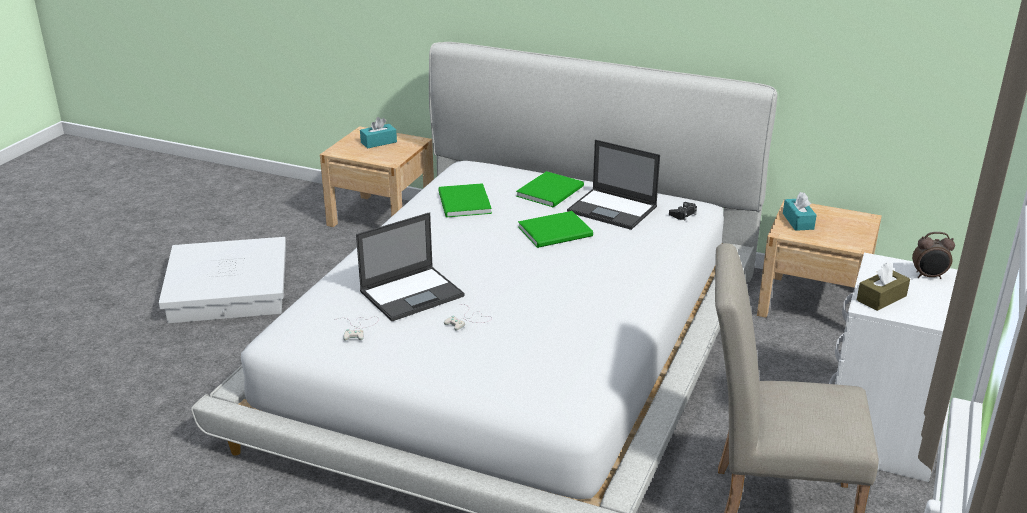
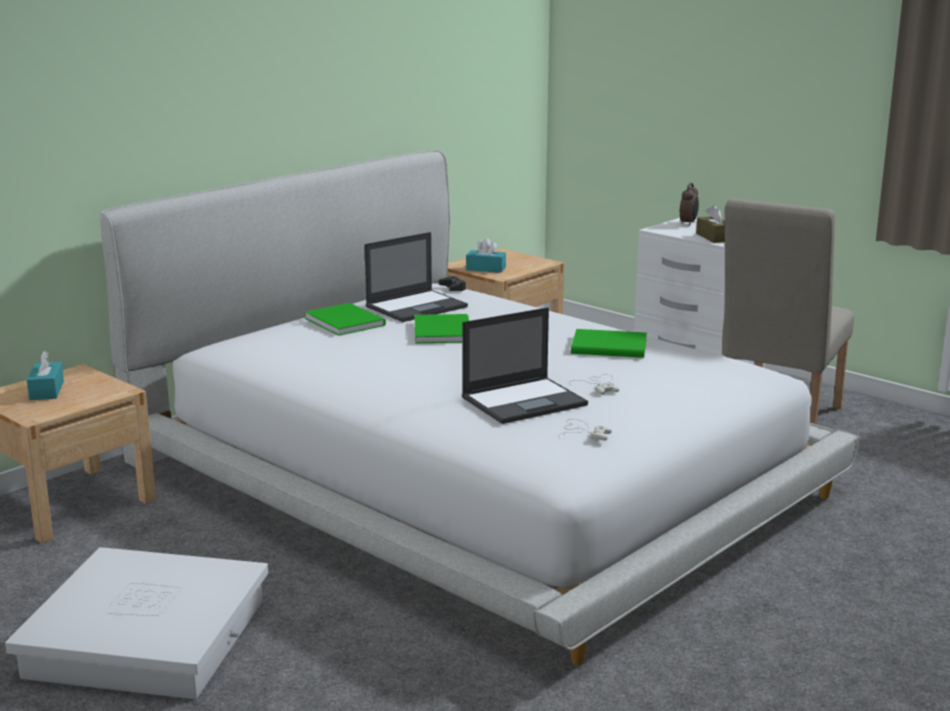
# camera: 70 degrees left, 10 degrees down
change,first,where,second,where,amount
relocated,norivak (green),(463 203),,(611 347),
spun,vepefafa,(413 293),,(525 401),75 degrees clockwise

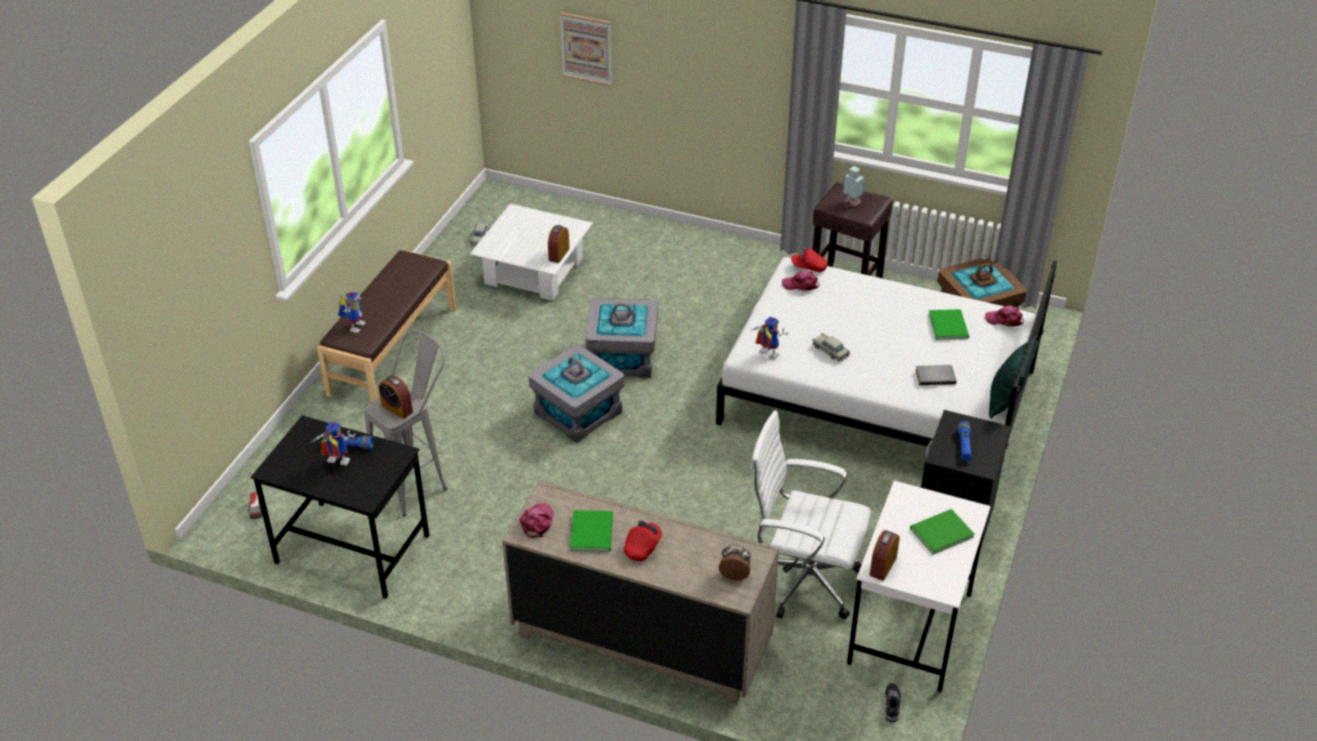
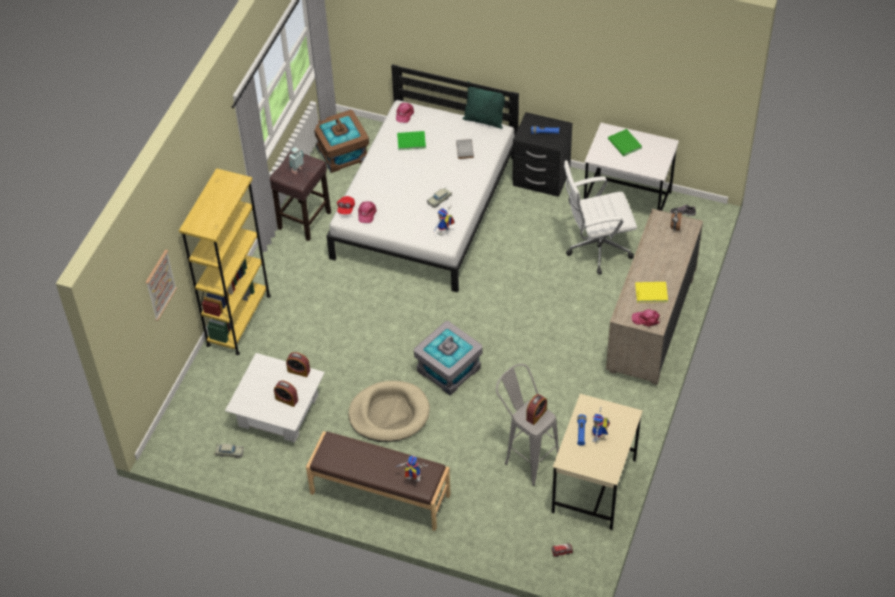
# camera: 90 degrees left, 10 degrees up
change,first,where,second,where,amount
missing,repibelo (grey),(622 357),,,
missing,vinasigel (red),(643 547),,,
appeared,,,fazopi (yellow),(238 320),
appeared,,,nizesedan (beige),(389 414),
relocated,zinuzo,(883 566),,(286 399),
colour,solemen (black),(351 550),solemen (beige),(594 486),
colour,norivak (green),(593 531),norivak (yellow),(650 292),
spun,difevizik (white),(802 581),,(596 249),60 degrees clockwise

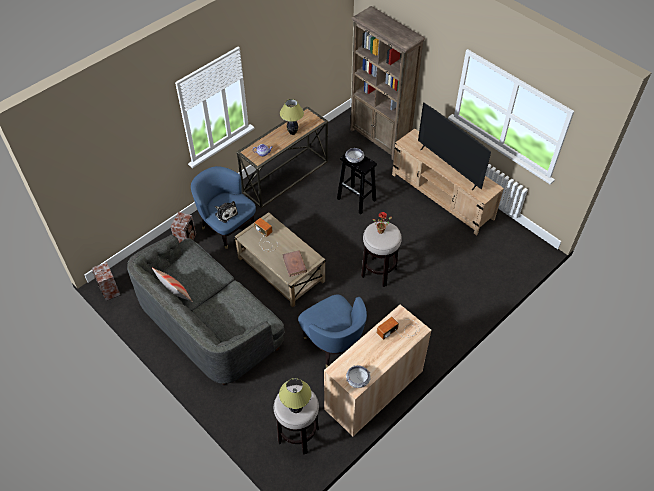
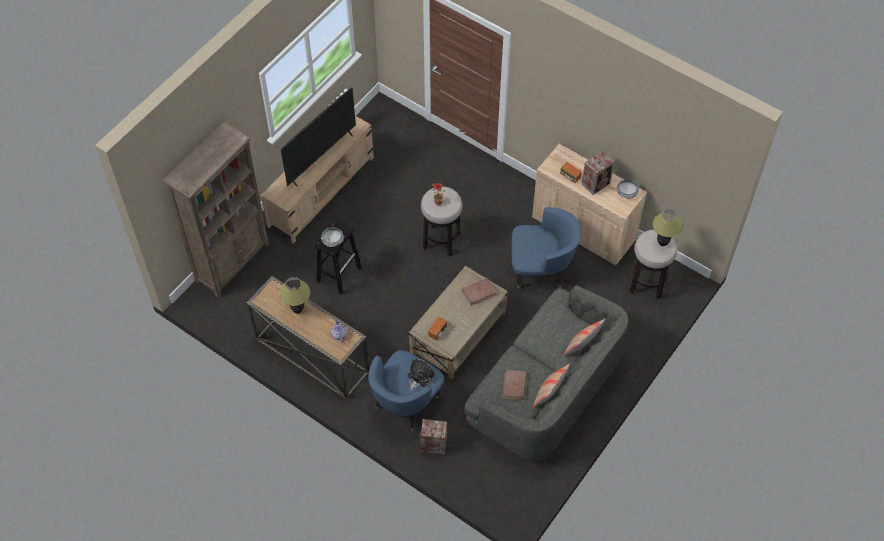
# camera: 100 degrees left, 5 degrees up
change,first,where,second,where,amount
appeared,,,norivak (brown),(514 385),
appeared,,,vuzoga,(581 346),
relocated,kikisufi,(109 291),,(596 183),
spun,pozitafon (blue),(333 343),,(540 269),45 degrees clockwise

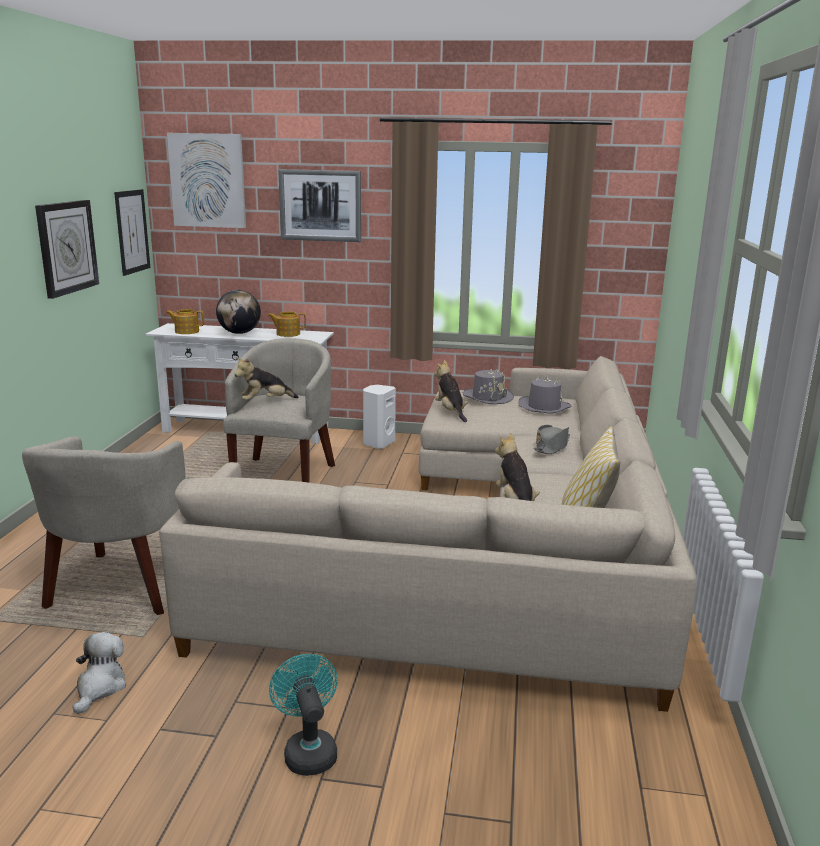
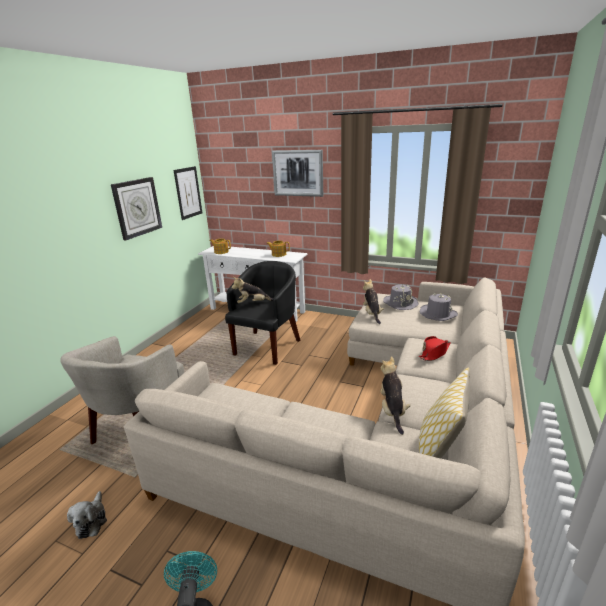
# camera: 15 degrees right, 5 degrees up
change,first,where,second,where,amount
missing,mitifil,(208 180),,,
missing,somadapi,(239 333),,,
missing,kikisufi (white),(377 443),,,
colour,pozitafon (beige),(284 474),pozitafon (black),(267 346),
colour,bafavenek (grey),(552 447),bafavenek (red),(434 353),
spun,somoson,(100 687),,(91 520),150 degrees clockwise

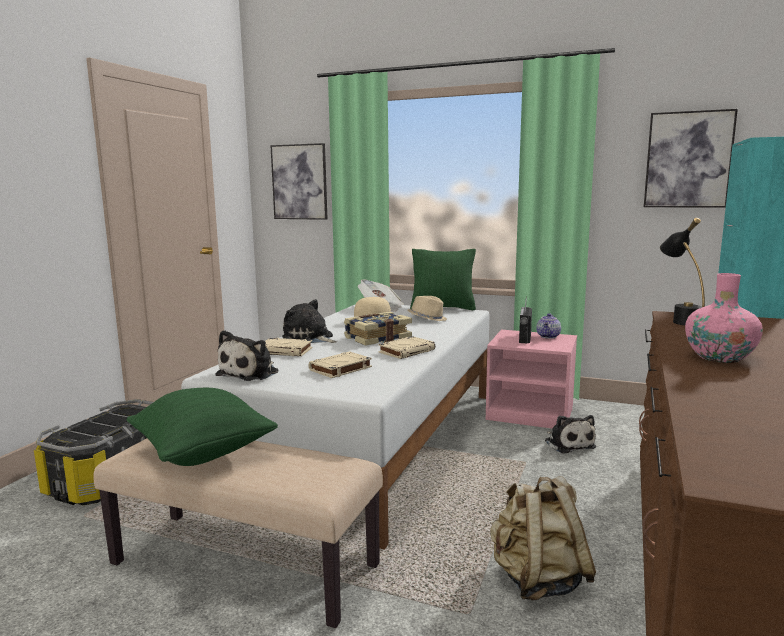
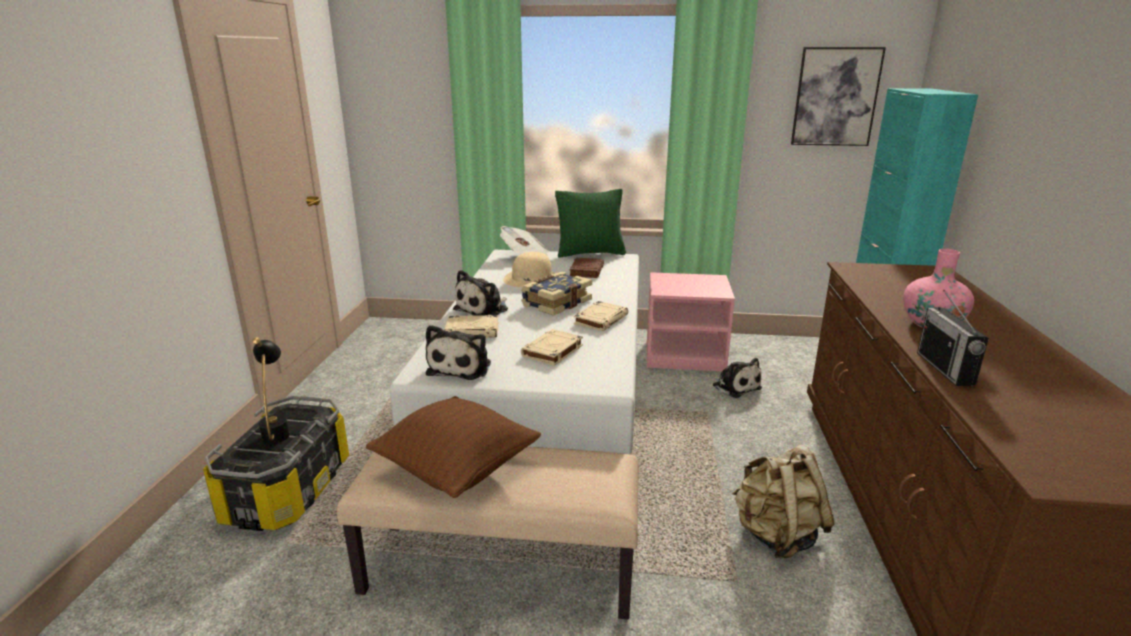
# camera: 15 degrees left, 10 degrees up
change,first,where,second,where,amount
missing,mitifil,(299 182),,,
missing,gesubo,(548 336),,,
relocated,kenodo,(525 338),,(944 368),
relocated,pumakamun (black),(680 320),,(277 430),
exchanged,bafavenek (beige),(427 319),norivak (brown),(586 271),
colour,vuzoga (green),(203 453),vuzoga (brown),(457 470),
spun,somoson,(309 338),,(483 309),75 degrees counterclockwise

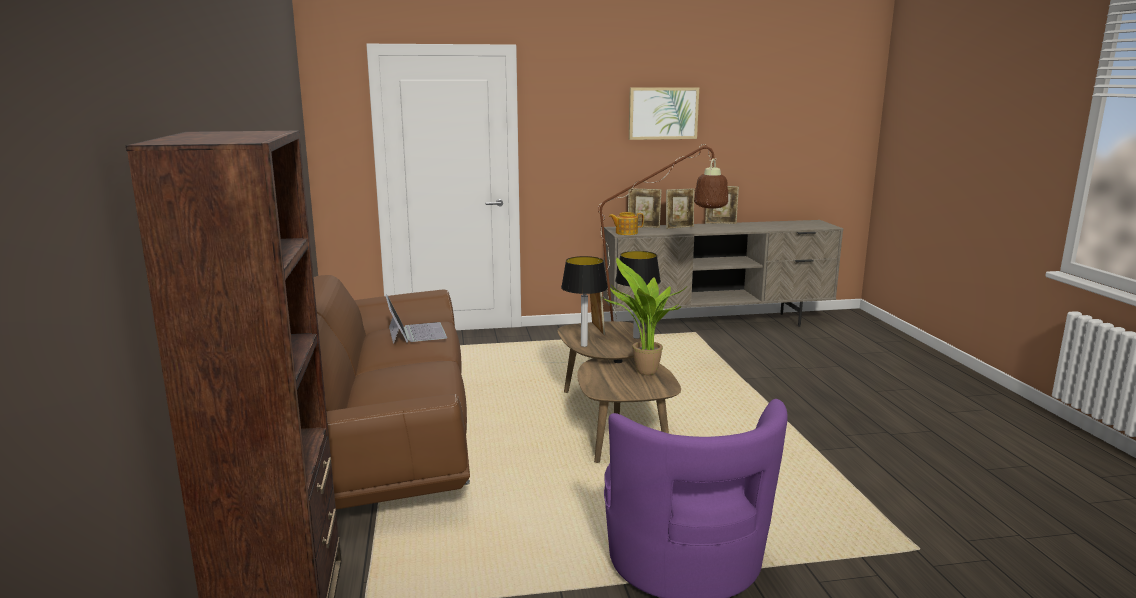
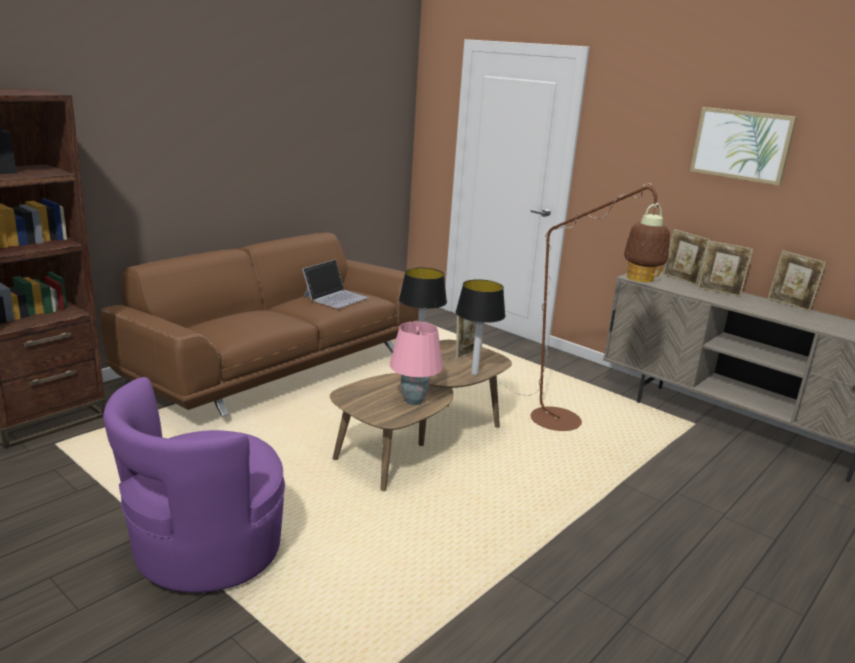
# camera: 50 degrees right, 5 degrees up
change,first,where,second,where,amount
exchanged,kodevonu,(643 373),pumakamun (pink),(413 401),

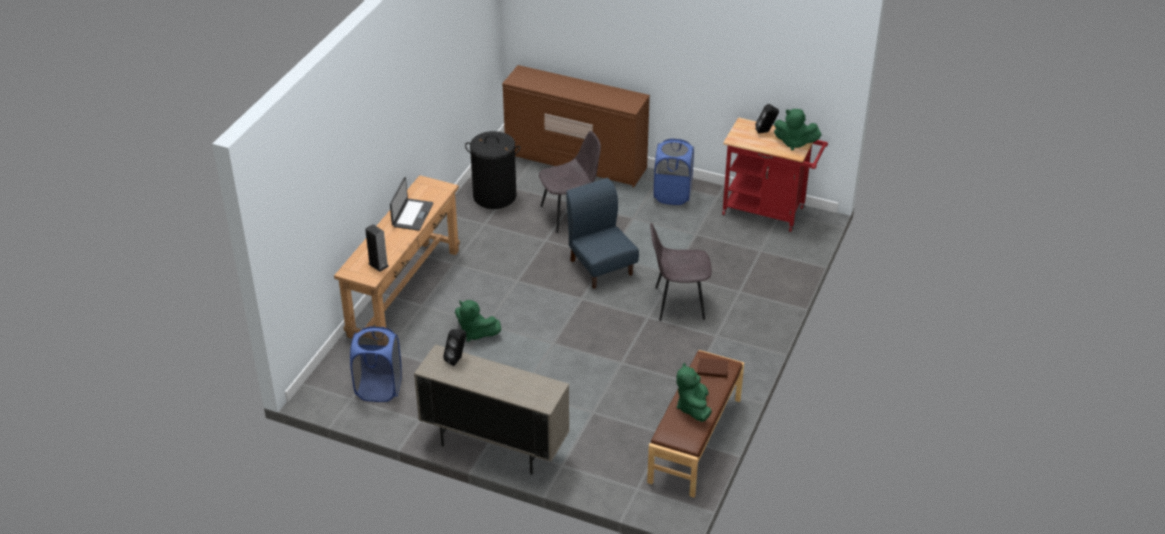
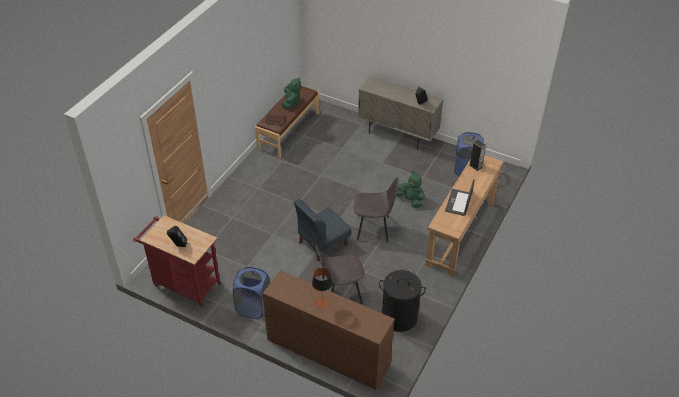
# camera: 175 degrees left, 5 degrees up
change,first,where,second,where,amount
missing,somoson (green),(794 143),,,
appeared,,,pumakamun,(322 303),
relocated,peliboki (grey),(677 303),,(374 228),
spun,peliboki (blue),(601 267),,(322 243),75 degrees clockwise

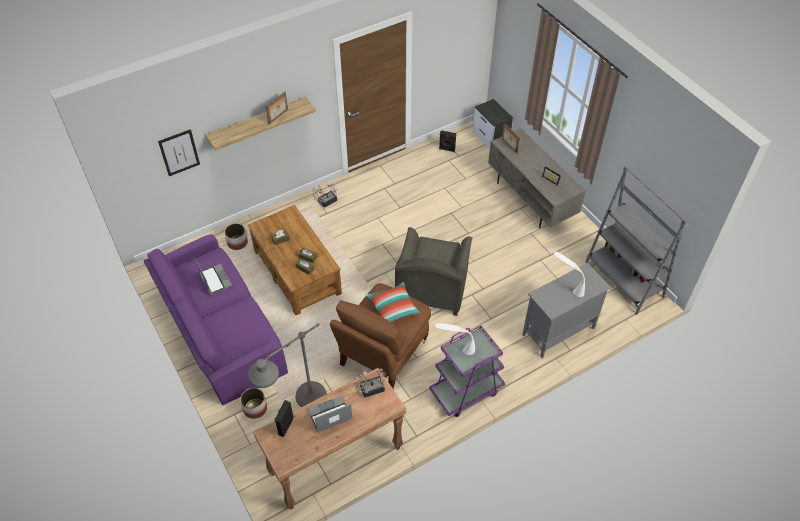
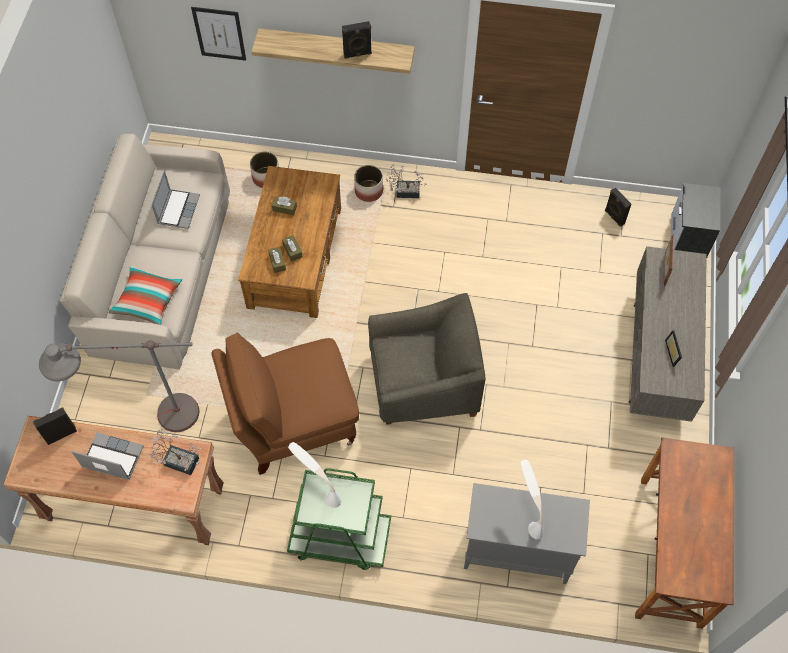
# camera: 40 degrees right, 10 degrees up
change,first,where,second,where,amount
relocated,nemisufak,(255 408),,(368 191),
relocated,vuzoga,(393 308),,(147 301),
exchanged,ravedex,(278 116),kikisufi (black),(357 54),
exchanged,fazopi (grey),(624 279),solemen (brown),(671 551),
colour,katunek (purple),(220 329),katunek (beige),(159 269),
colour,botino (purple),(466 391),botino (green),(339 538),
spun,pozitafon (grey),(432 286),,(424 383),150 degrees counterclockwise

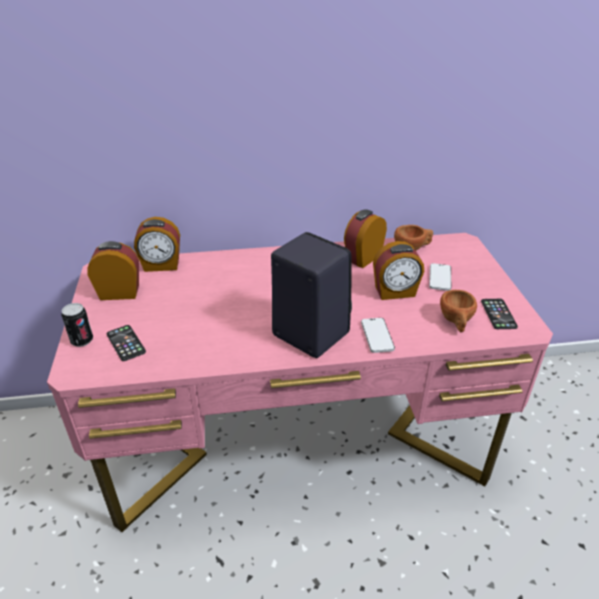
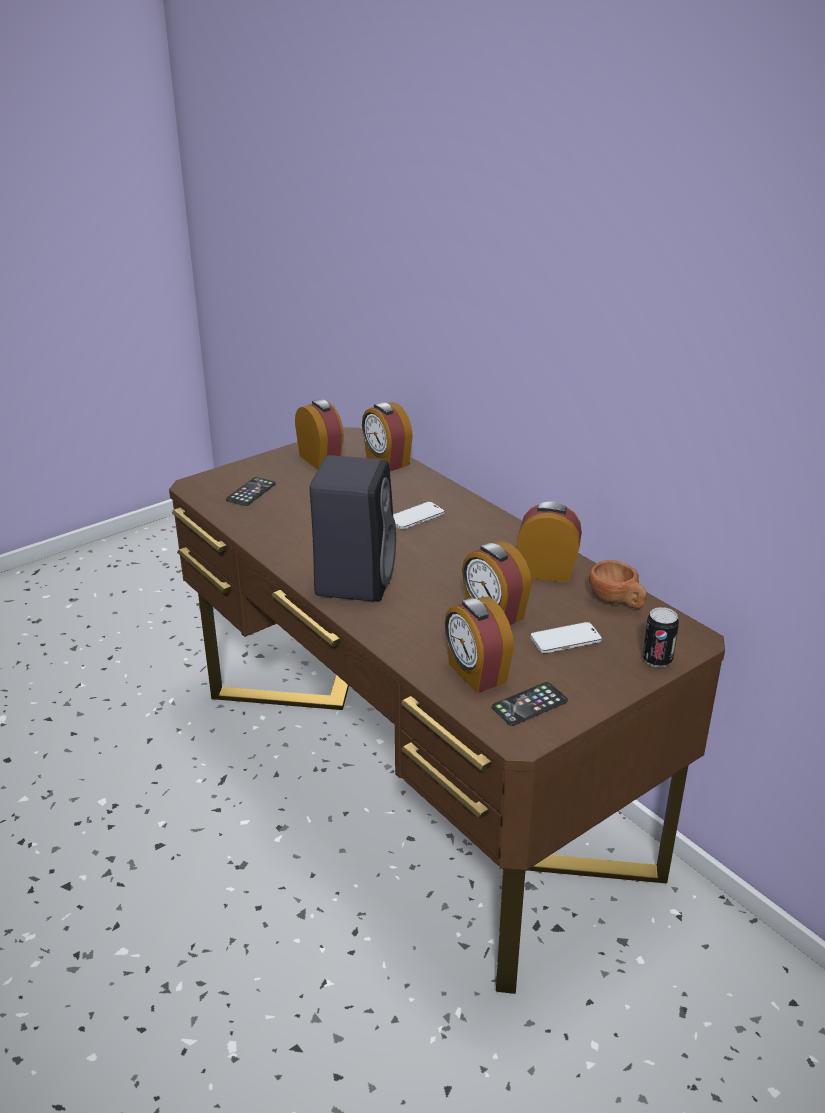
# camera: 60 degrees right, 5 degrees down
change,first,where,second,where,amount
relocated,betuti,(82 340),,(657 660),
relocated,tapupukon,(377 336),,(416 517),
exchanged,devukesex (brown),(456 322),zinuzo,(476 673),
colour,solemen (pink),(299 445),solemen (brown),(415 777),

